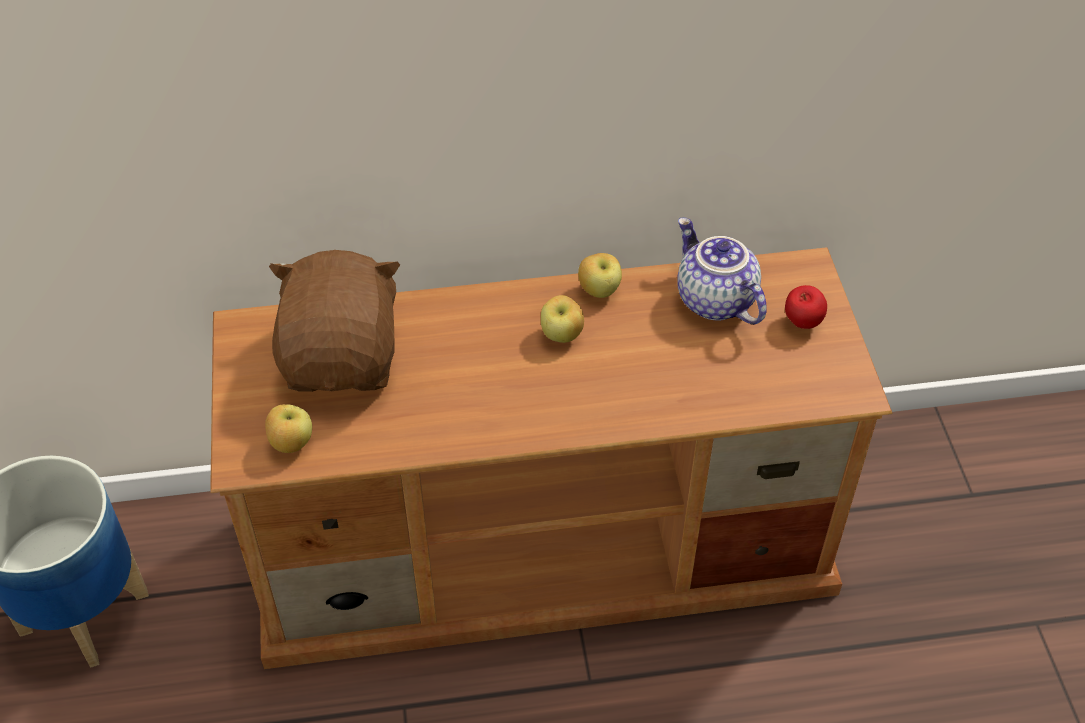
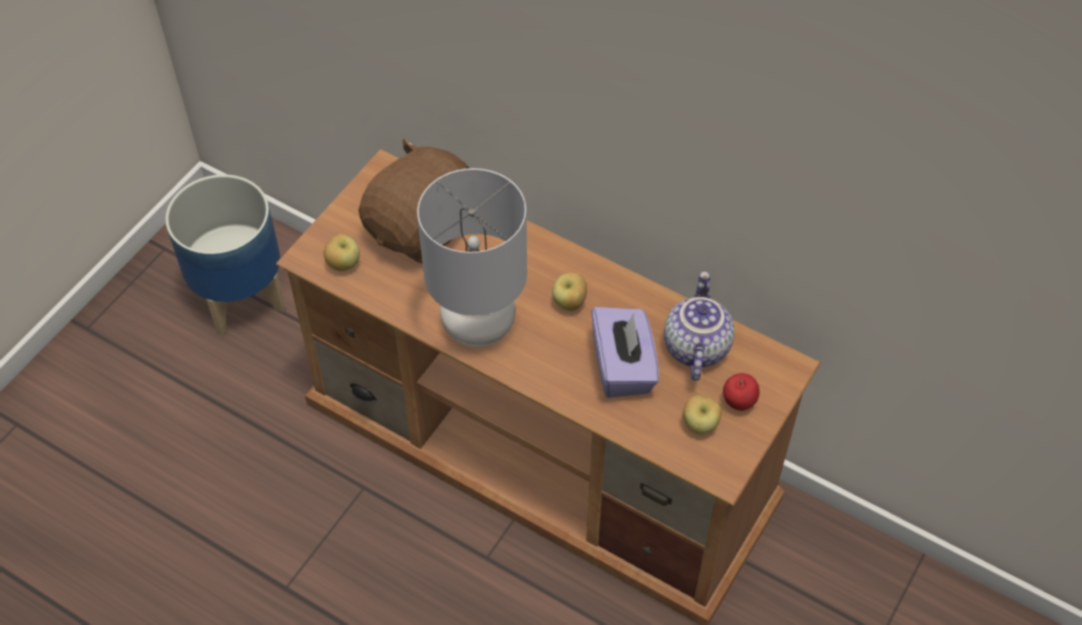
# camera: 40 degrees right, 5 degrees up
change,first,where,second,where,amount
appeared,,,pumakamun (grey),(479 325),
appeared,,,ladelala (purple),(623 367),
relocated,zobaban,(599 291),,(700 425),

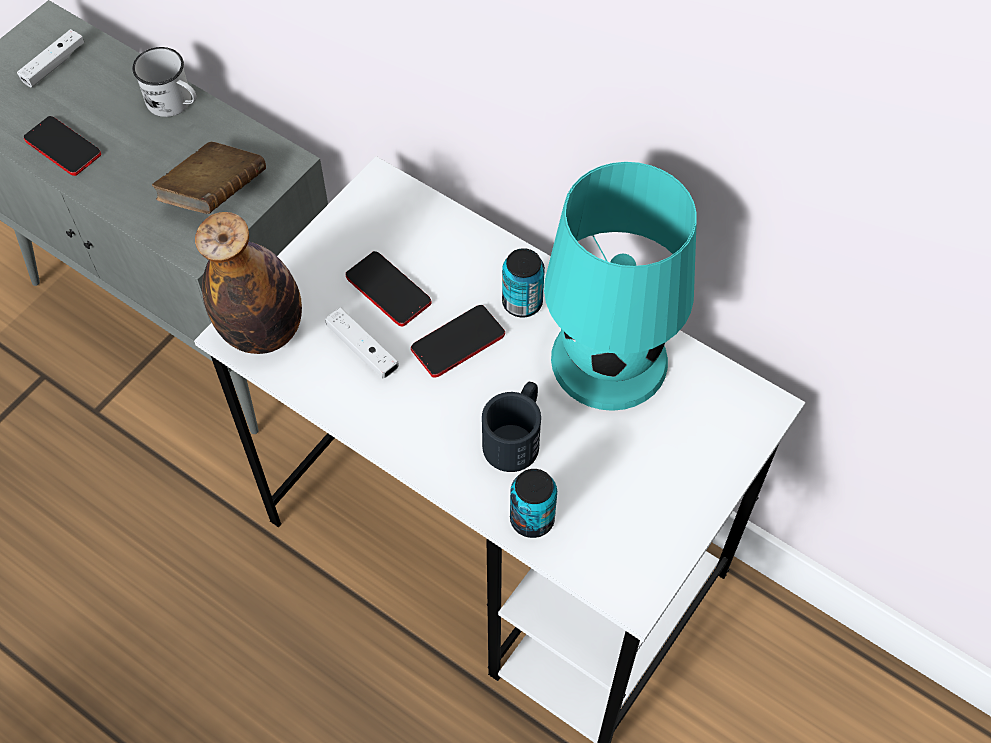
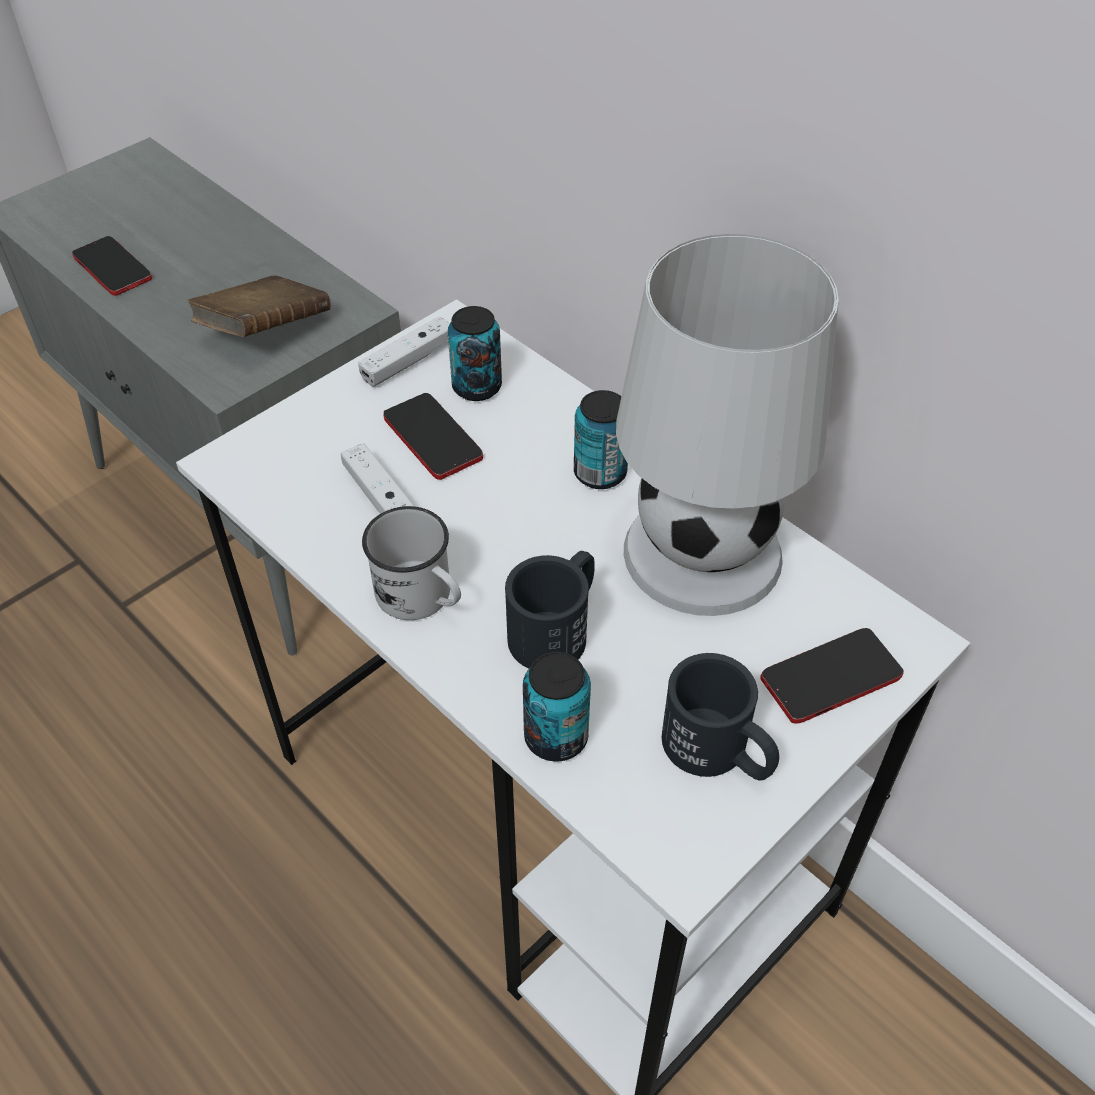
# camera: 10 degrees right, 10 degrees down
change,first,where,second,where,amount
missing,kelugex,(263 331),,,
appeared,,,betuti,(477 387),
appeared,,,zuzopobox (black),(718 752),
relocated,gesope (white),(54 64),,(408 361),
relocated,zuzopobox (white),(175 103),,(422 598),
relocated,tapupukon,(458 342),,(830 677),
colour,pumakamun (turquoise),(608 360),pumakamun (white),(701 554),

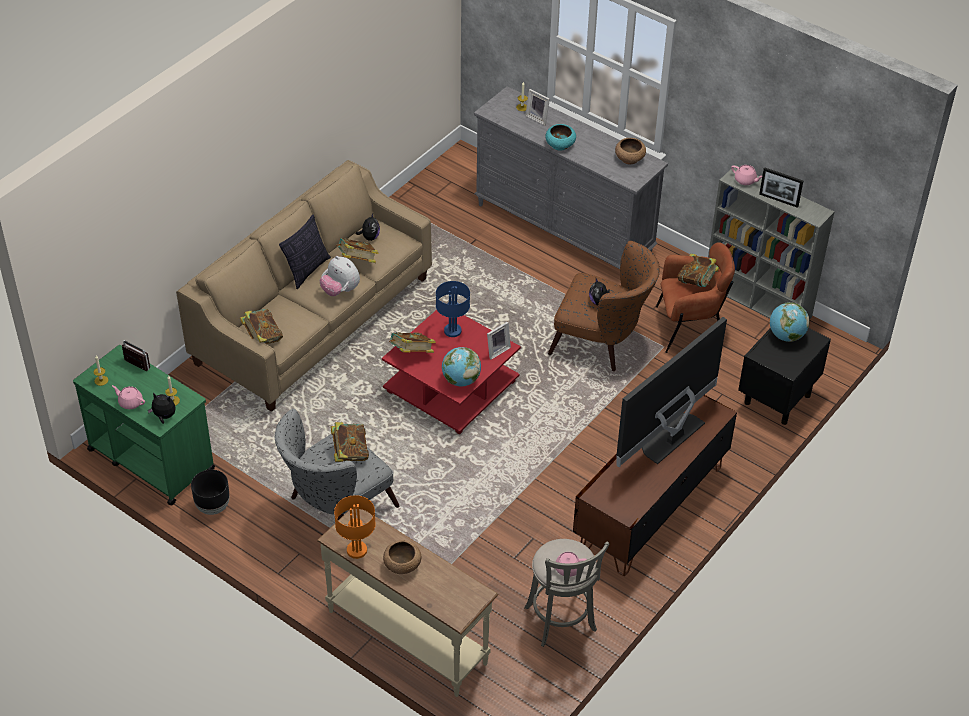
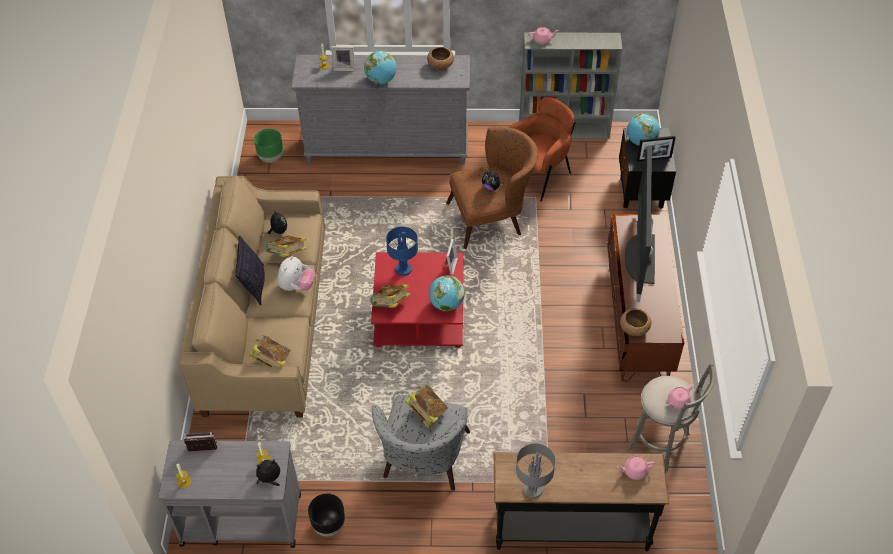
# camera: 35 degrees left, 5 degrees up
change,first,where,second,where,amount
missing,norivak,(697 281),,,
appeared,,,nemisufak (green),(271 158),
relocated,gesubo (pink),(130 402),,(634 471),
relocated,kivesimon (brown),(402 565),,(634 328),
relocated,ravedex,(778 200),,(654 159),
exchanged,kivesimon (turquoise),(560 145),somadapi,(381 80),
colour,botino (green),(150 459),botino (grey),(240 519),
colour,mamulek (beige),(408 636),mamulek (black),(571 528),
colour,pumakamun (orange),(356 550),pumakamun (grey),(532 489),
spun,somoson,(340 290),,(297 286),75 degrees counterclockwise

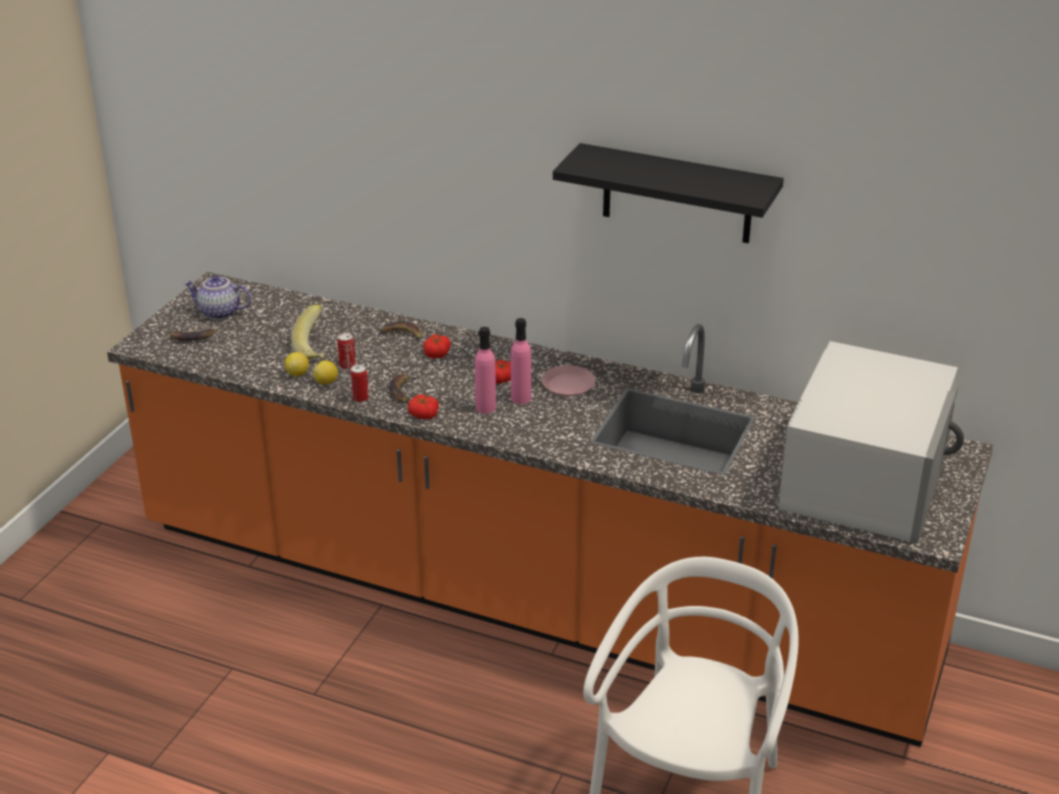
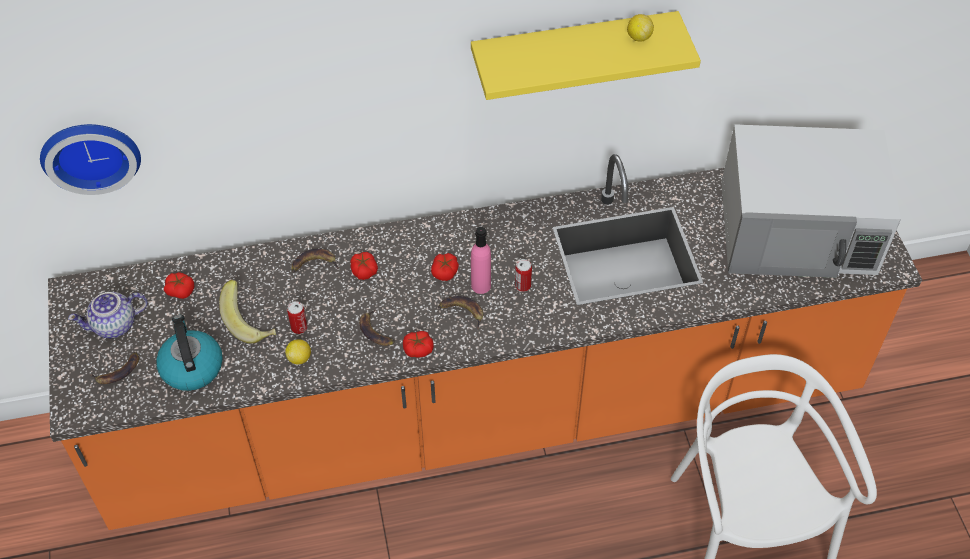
# camera: 35 degrees left, 20 degrees up
change,first,where,second,where,amount
missing,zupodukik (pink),(568 386),,,
appeared,,,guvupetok,(90 152),
appeared,,,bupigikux,(191 367),
appeared,,,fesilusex,(180 290),
relocated,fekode,(297 373),,(638 37),
relocated,betuti,(360 398),,(522 285),
exchanged,kelugex (pink),(485 407),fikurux,(462 312),
colour,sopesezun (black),(677 194),sopesezun (yellow),(573 53),
spun,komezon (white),(865 477),,(799 228),105 degrees clockwise

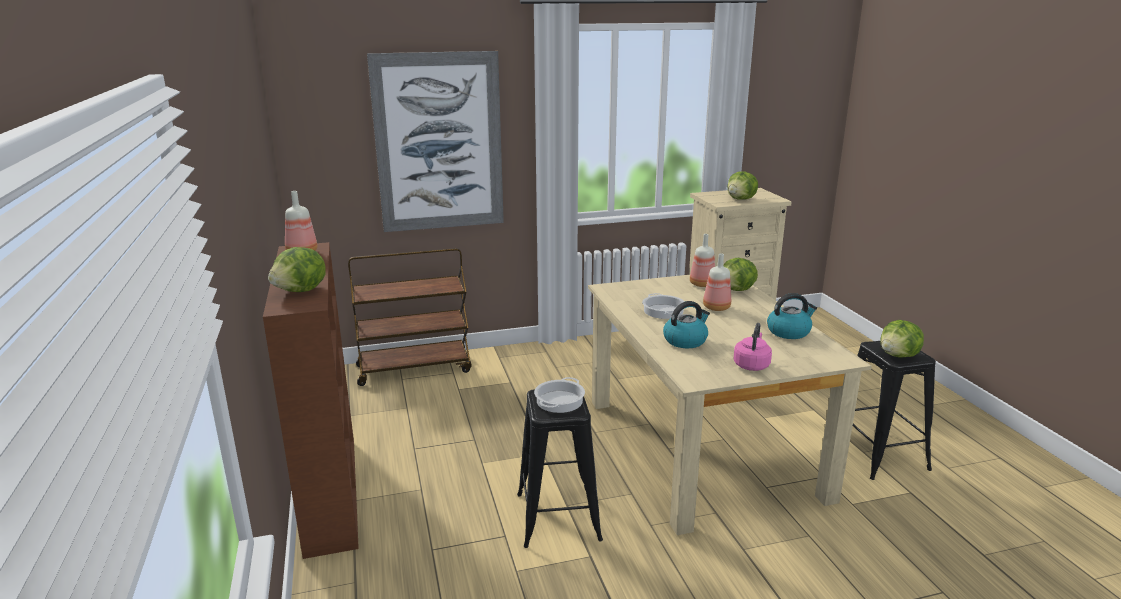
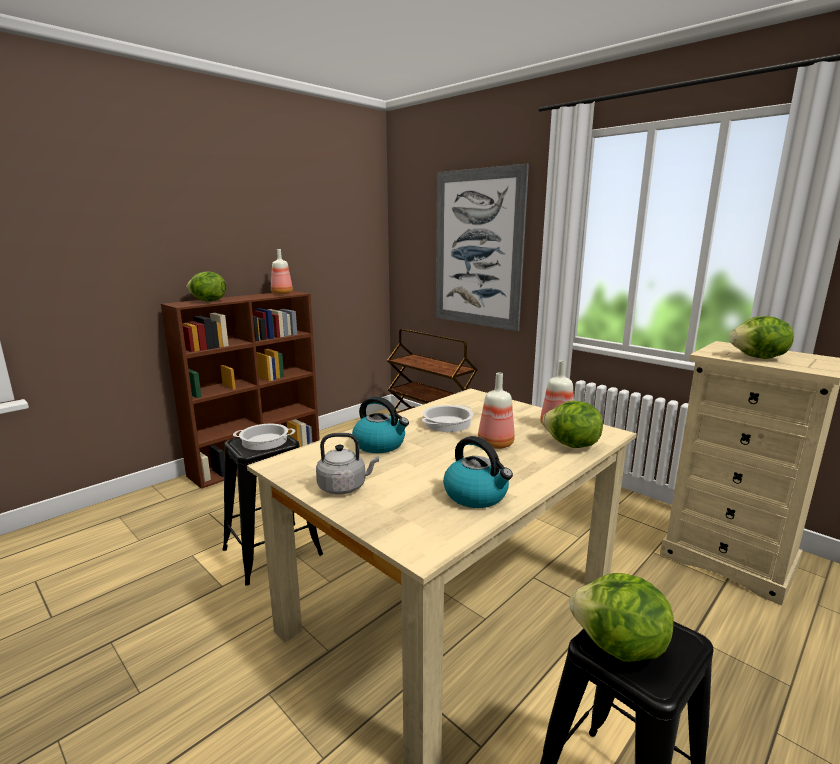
# camera: 60 degrees right, 5 degrees down
change,first,where,second,where,amount
colour,bupigikux (pink),(751 365),bupigikux (grey),(344 487),

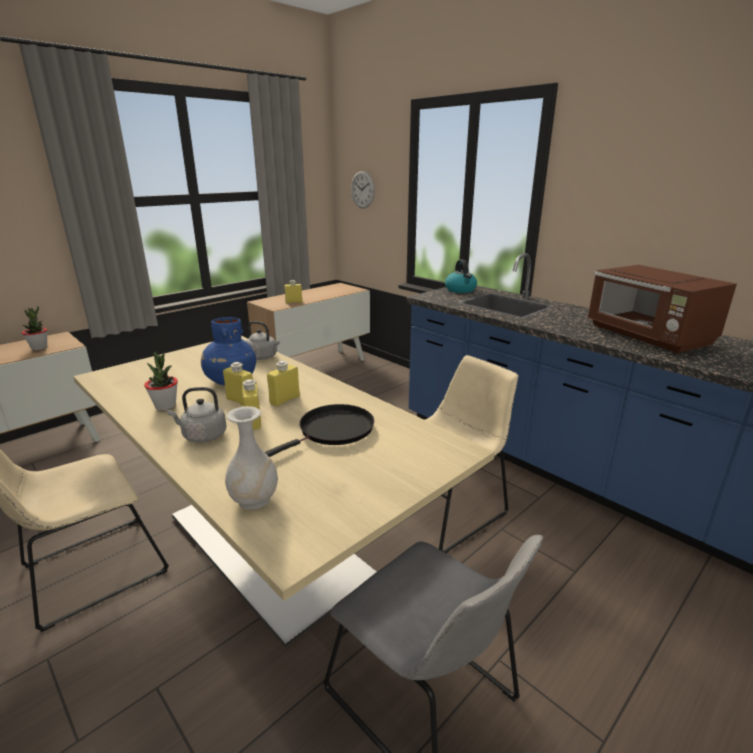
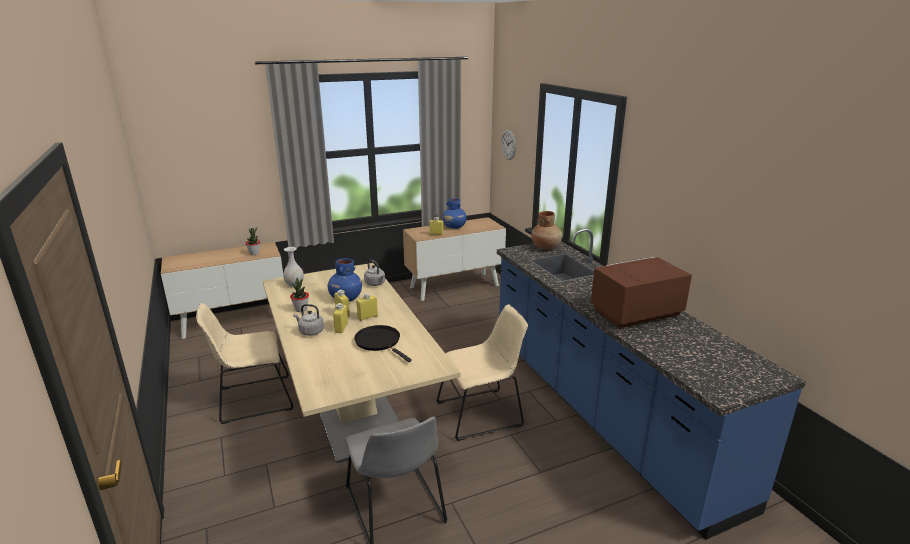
# camera: 20 degrees right, 0 degrees up
change,first,where,second,where,amount
appeared,,,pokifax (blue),(454 227),
relocated,pokifax (white),(255 500),,(294 285),
exchanged,bupigikux,(460 290),pokifax (brown),(546 247),
spun,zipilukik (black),(332 431),,(379 342),105 degrees counterclockwise
spun,komezon (brown),(648 337),,(634 313),75 degrees clockwise

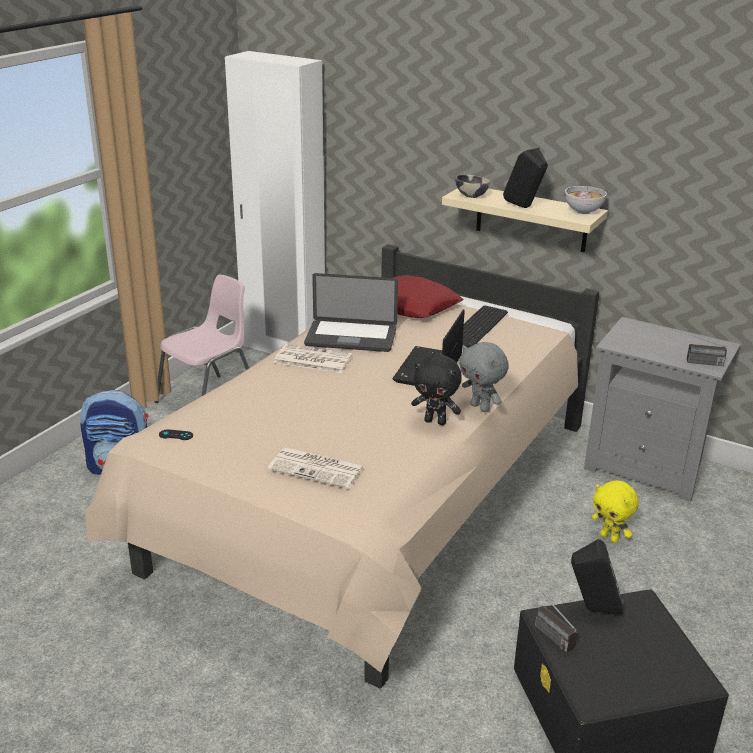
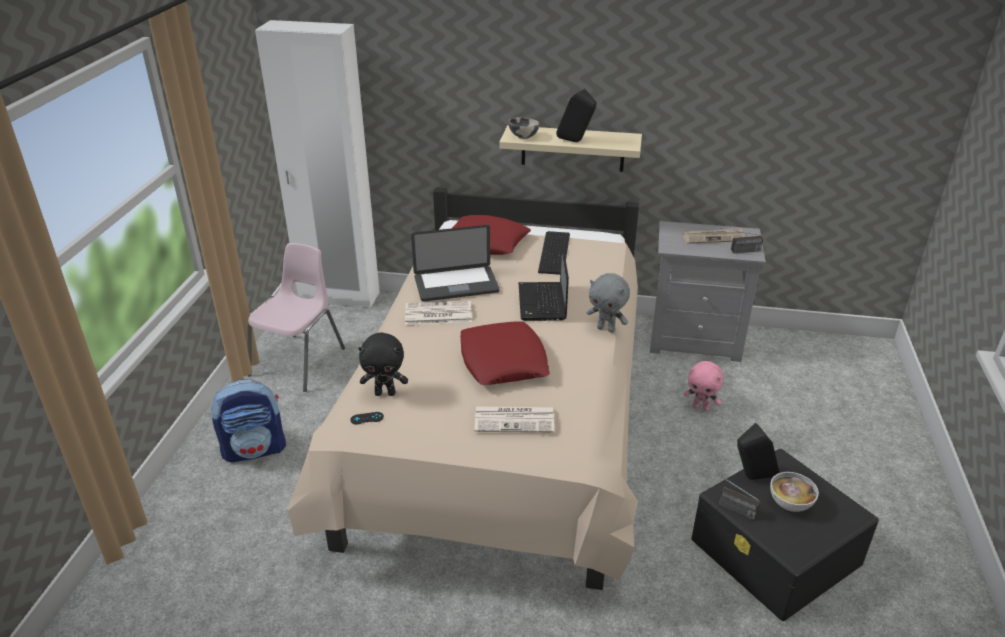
# camera: 20 degrees left, 5 degrees up
change,first,where,second,where,amount
appeared,,,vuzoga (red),(503 361),
appeared,,,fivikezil,(713 238),
relocated,somoson (black),(435 421),,(385 393),
relocated,kivesimon,(583 212),,(790 504),
colour,somoson (yellow),(610 538),somoson (pink),(700 407),

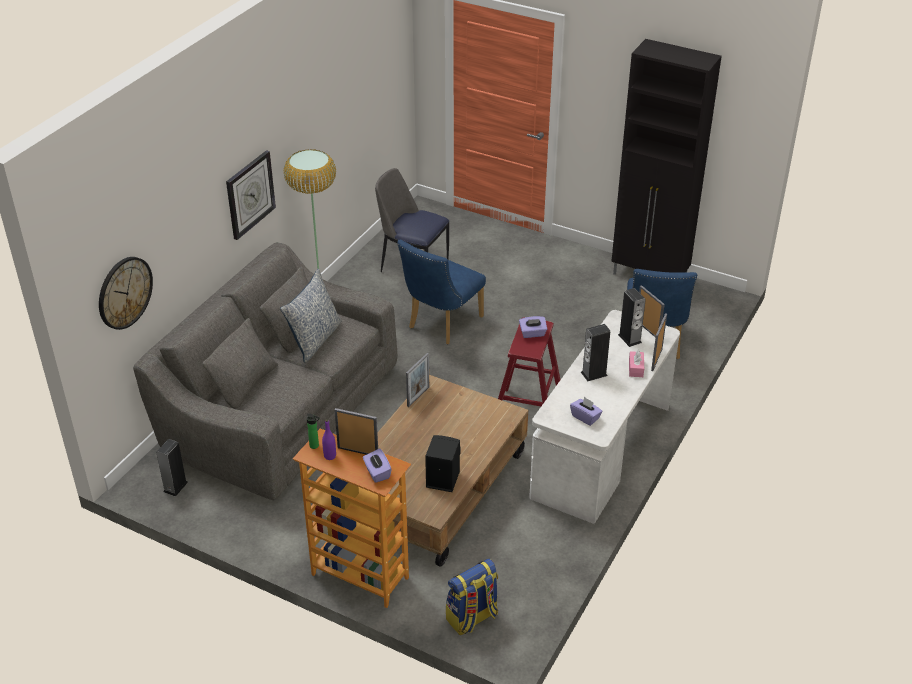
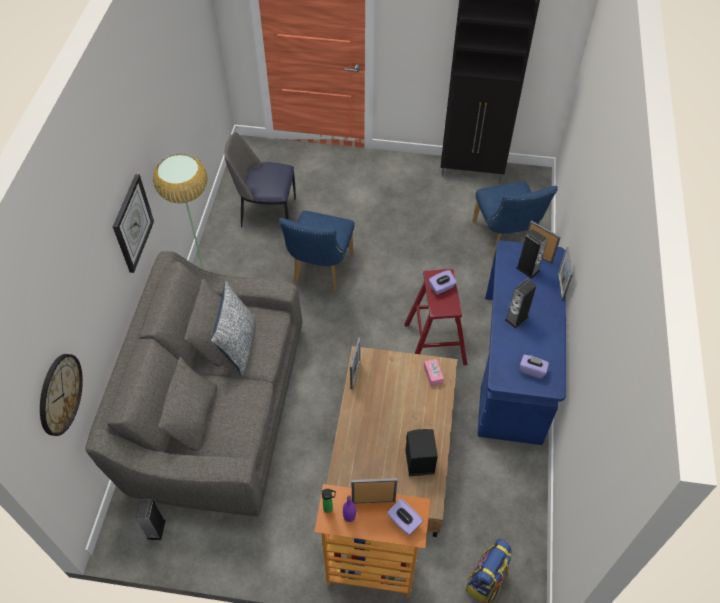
# camera: 20 degrees left, 15 degrees up
change,first,where,second,where,amount
relocated,ladelala (pink),(636 368),,(433 375),
colour,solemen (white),(602 451),solemen (blue),(514 366),

